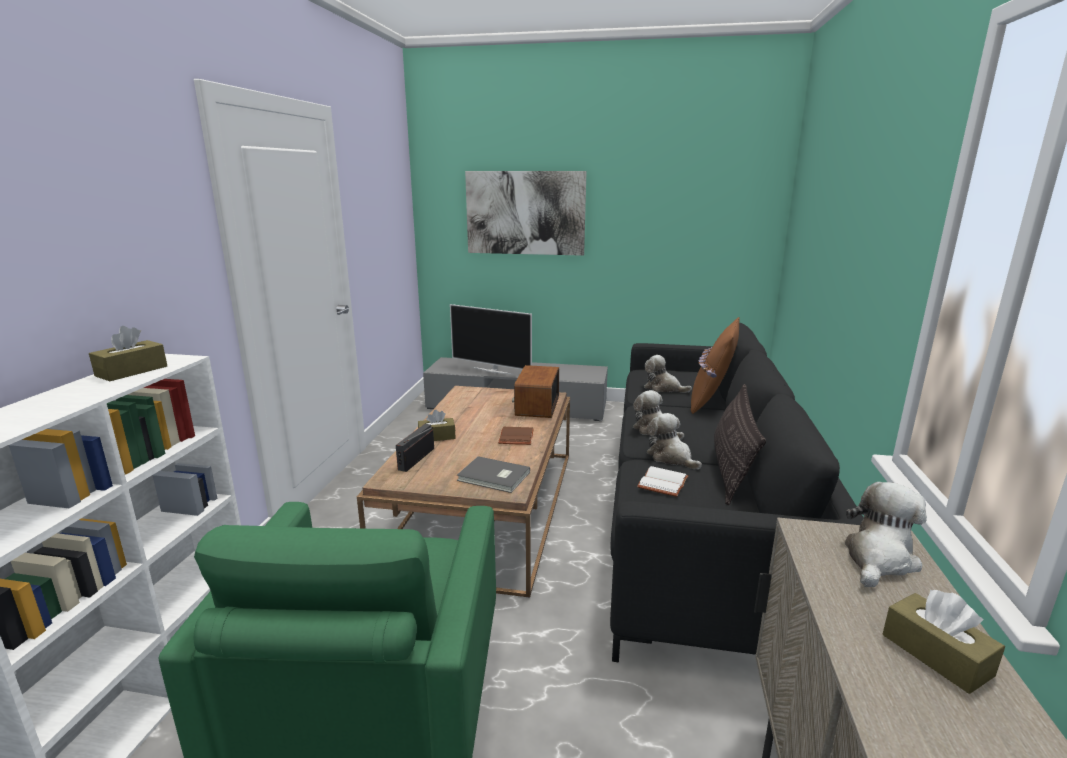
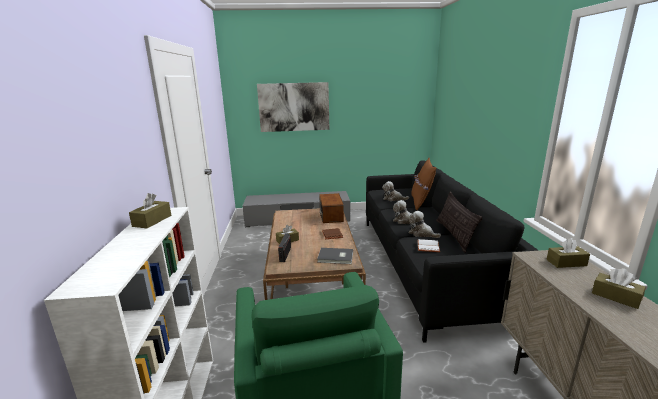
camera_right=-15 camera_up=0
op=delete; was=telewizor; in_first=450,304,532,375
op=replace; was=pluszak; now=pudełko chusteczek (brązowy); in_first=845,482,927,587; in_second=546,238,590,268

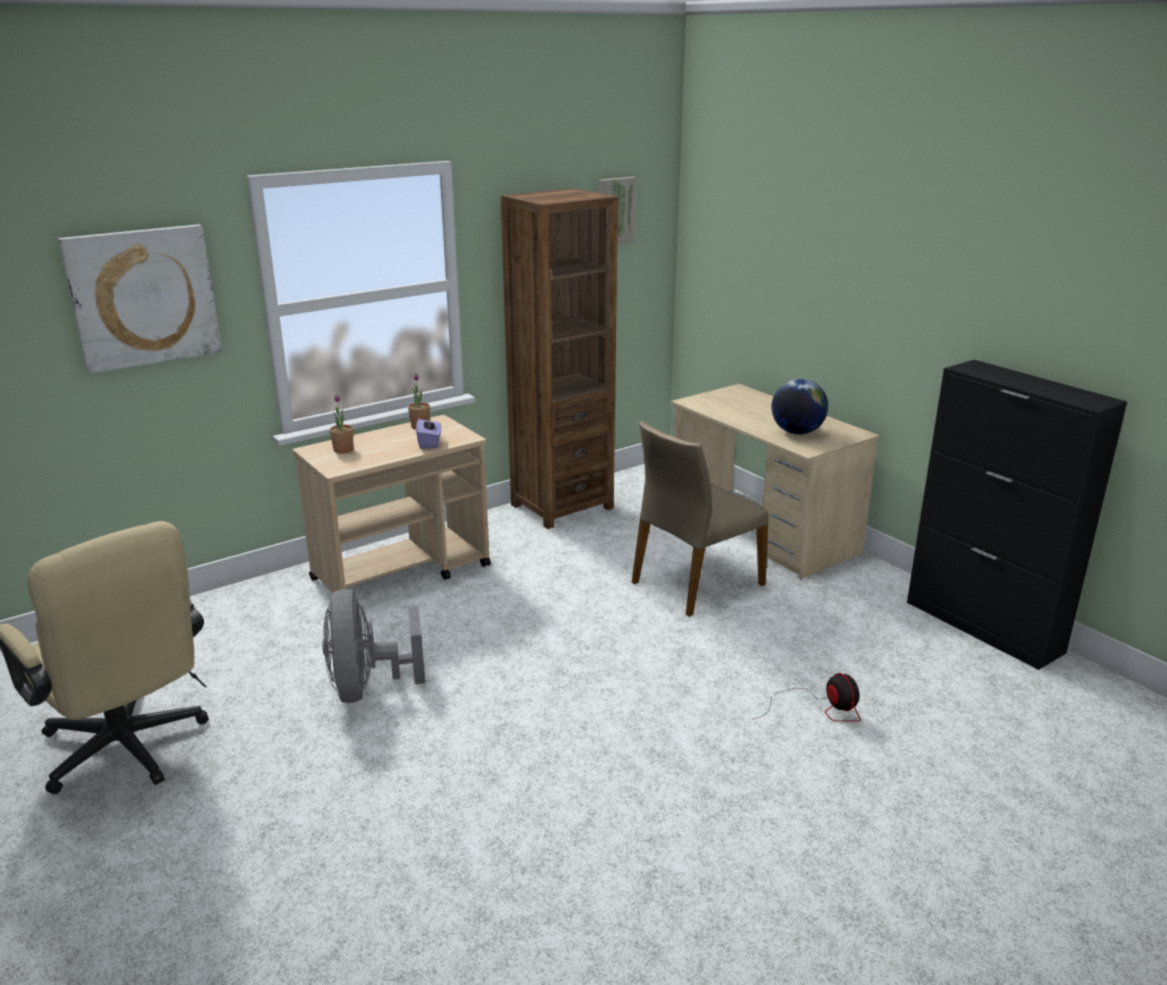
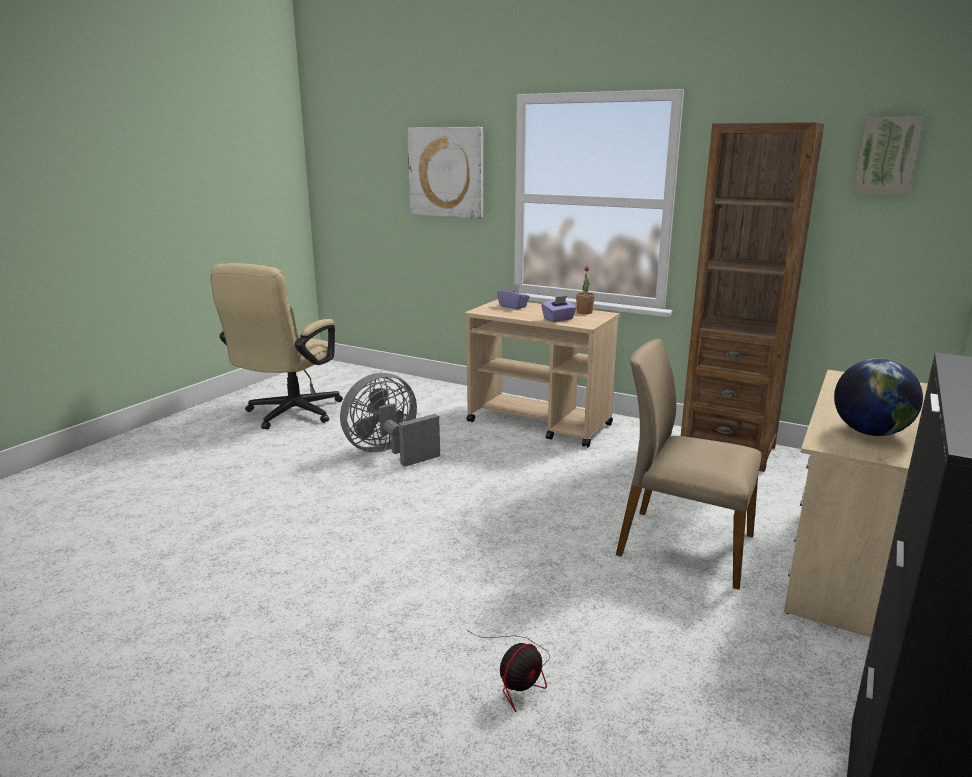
camera_right=65 camera_up=-5
op=replace; was=roślina doniczkowa; now=pudełko chusteczek (fioletowy); in_first=330,395,354,454; in_second=497,284,530,309

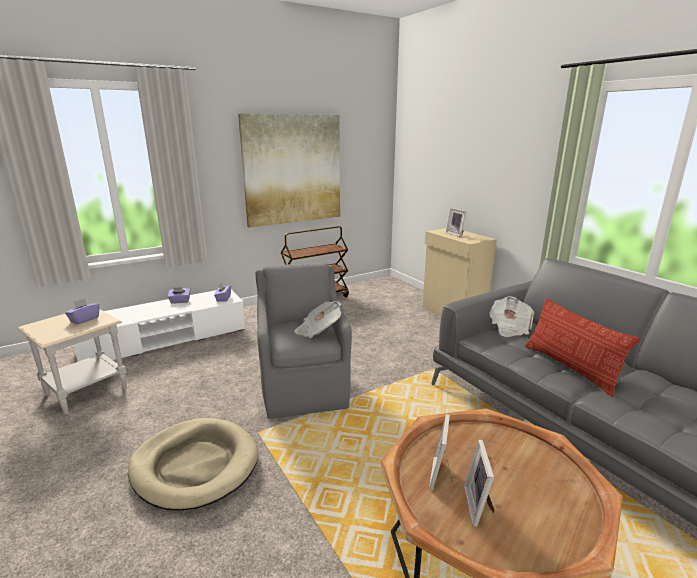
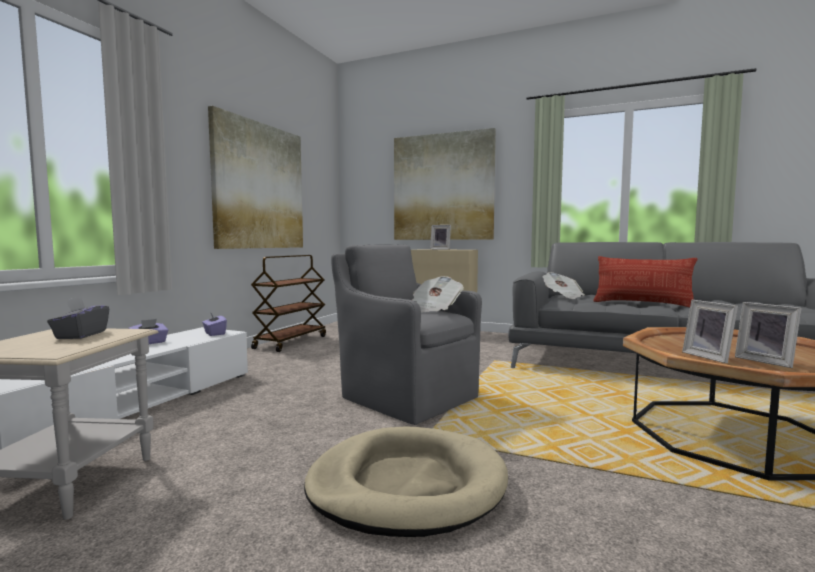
camera_right=-35 camera_up=-15
op=insert; now=obraz; in_second=394,128,496,240
op=recolor; was=pudełko chusteczek (fioletowy); now=pudełko chusteczek (szary); in_first=65,298,100,325; in_second=47,297,109,339

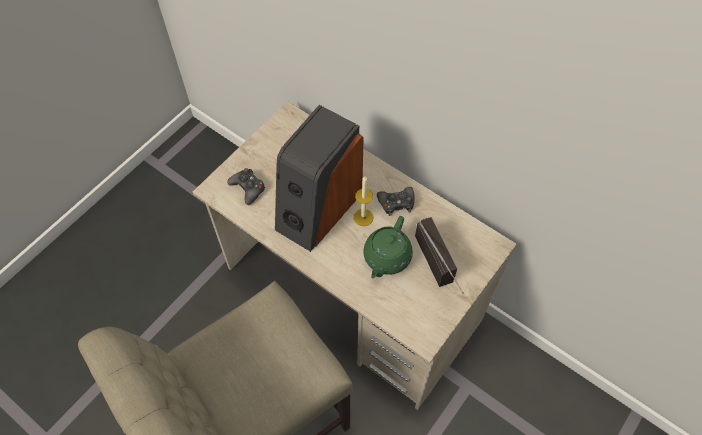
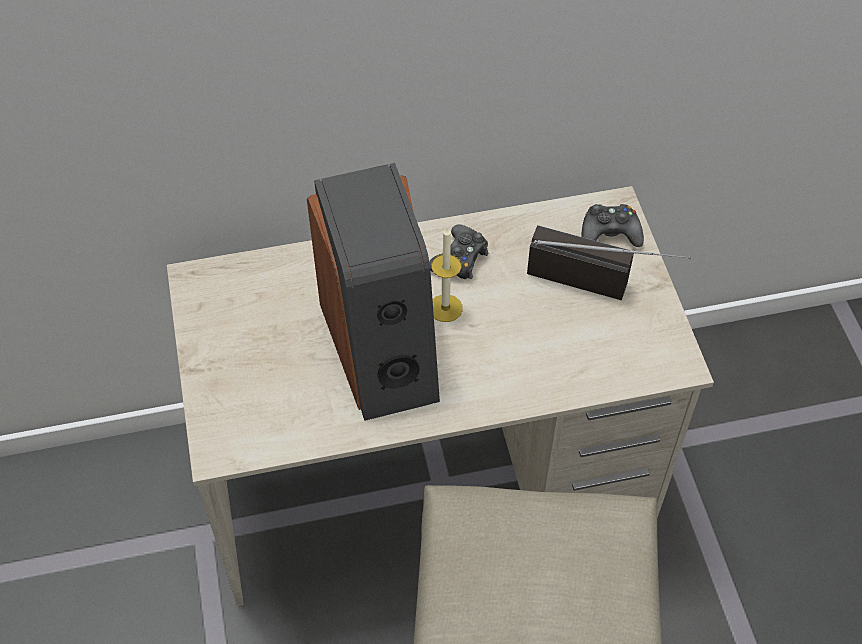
camera_right=-50 camera_up=-5
op=delete; was=imbryk (zielony); in_first=363,216,413,279
op=move; was=pad do gier (czarny); in_first=227,168,265,205; in_second=582,204,644,247

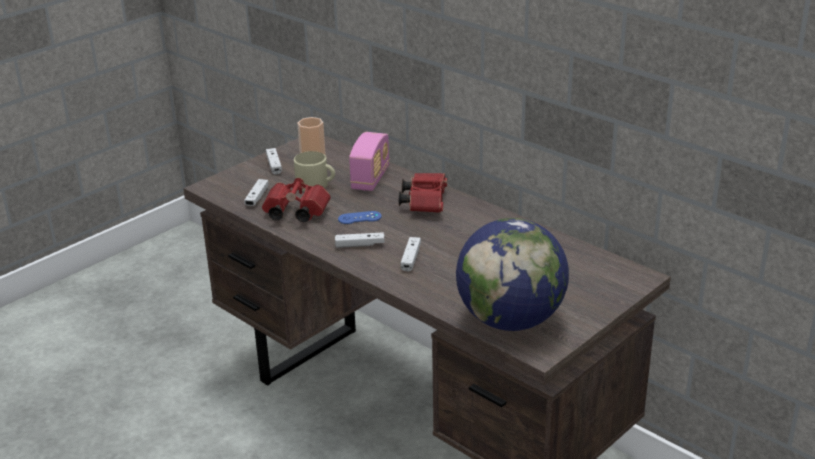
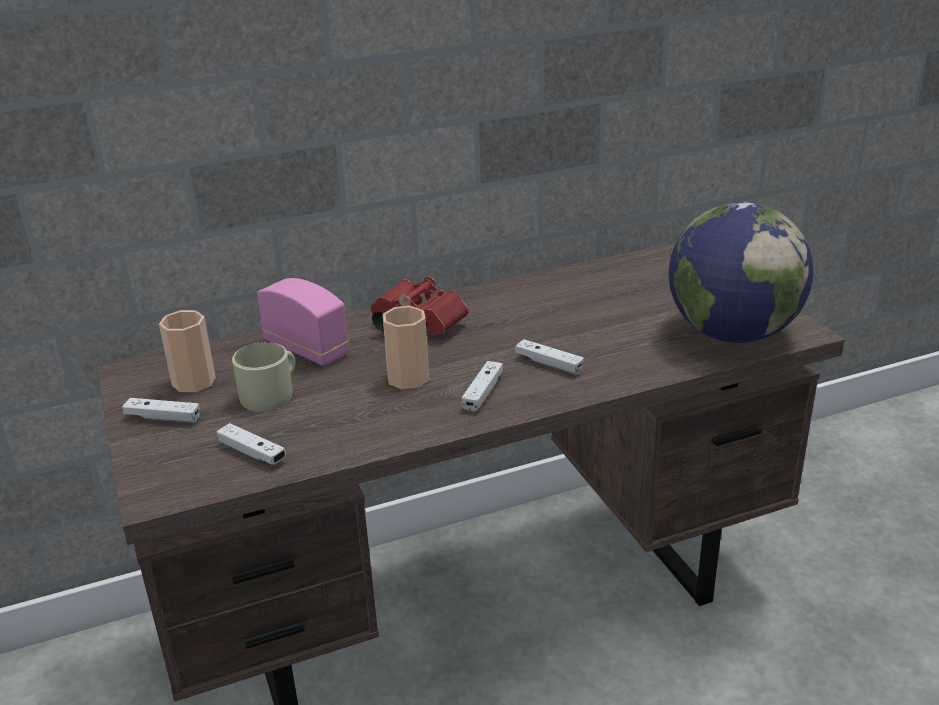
camera_right=-65 camera_up=0
op=delete; was=lornetka (czerwony); in_first=262,178,331,222
op=replace; was=pad do gier (niebieski); now=filiżanka; in_first=338,211,382,224; in_second=383,306,429,389

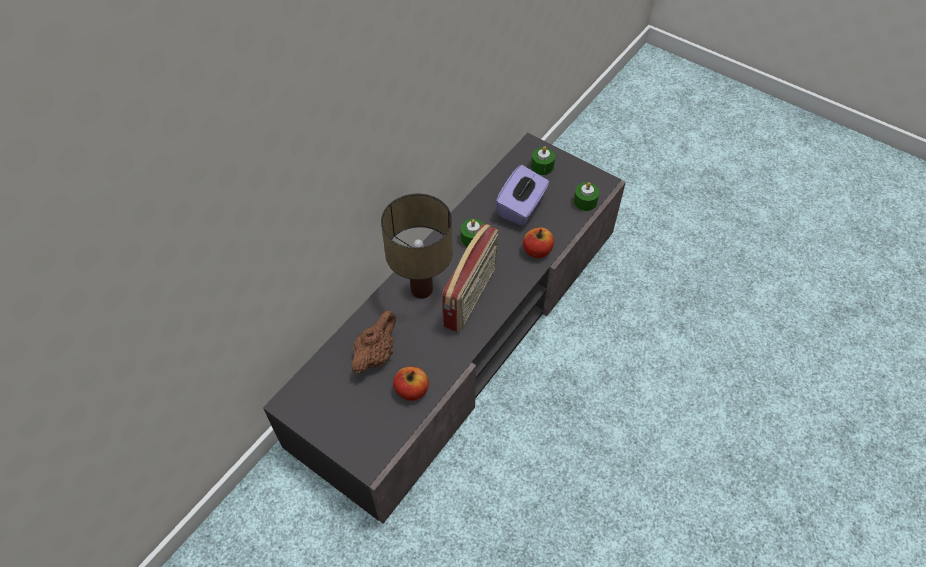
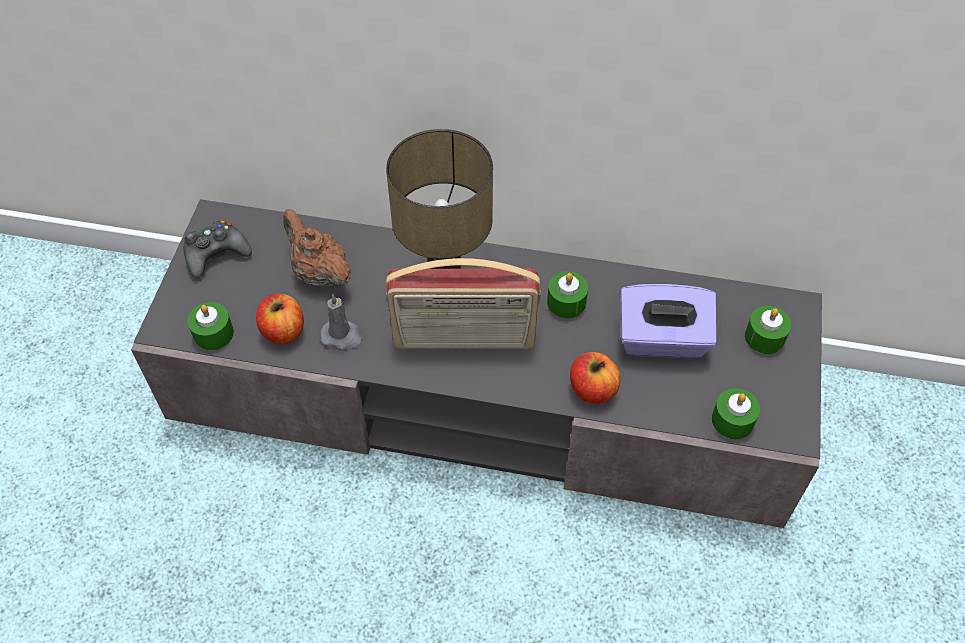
camera_right=65 camera_up=0
op=insert; now=pad do gier (czarny); in_second=183,221,252,278
op=insert; now=świeca (zielony); in_second=188,302,234,350
op=insert; now=świeca (szary); in_second=320,294,363,351
op=rotate; was=imbryk (brązowy); in_first=352,310,396,374; in_second=283,209,351,286; clockwise=-135

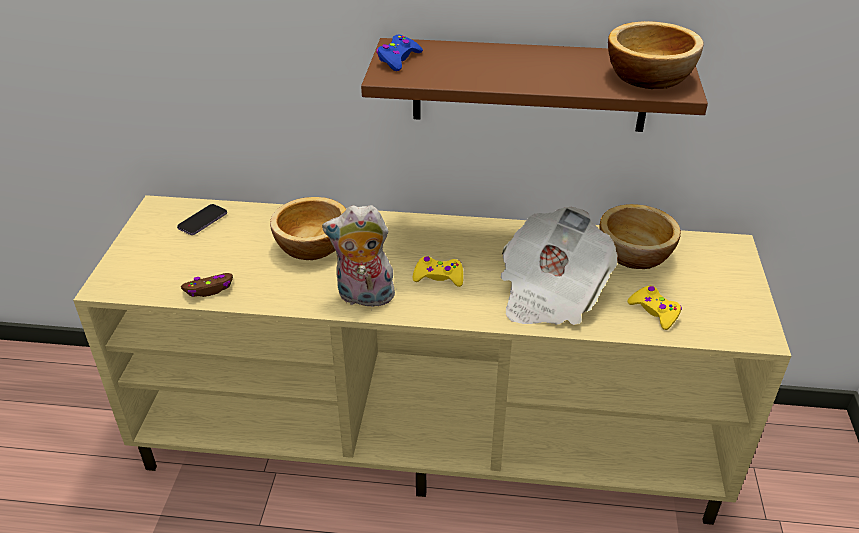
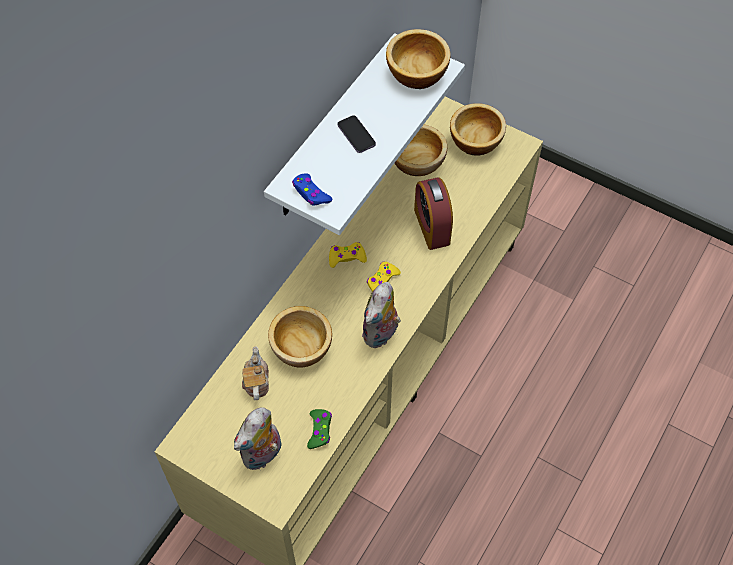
camera_right=-65 camera_up=20
op=insert; now=pluszak; in_second=234,408,281,470
op=insert; now=imbryk; in_second=242,346,269,400
op=insert; now=miska; in_second=450,103,506,156
op=move; was=telefon; in_first=177,204,227,235; in_second=337,115,376,153
op=move; was=pad do gier (żółty); in_first=628,286,682,330; in_second=329,242,367,268
op=replace; was=gazeta; now=budzik; in_first=500,207,618,325; in_second=414,177,453,250
op=recolor; was=pad do gier (brązowy); now=pad do gier (zielony); in_first=181,273,233,297; in_second=307,409,332,449
op=recolor; was=półka (brązowy); now=półka (biały); in_first=361,38,708,132; in_second=264,33,465,235

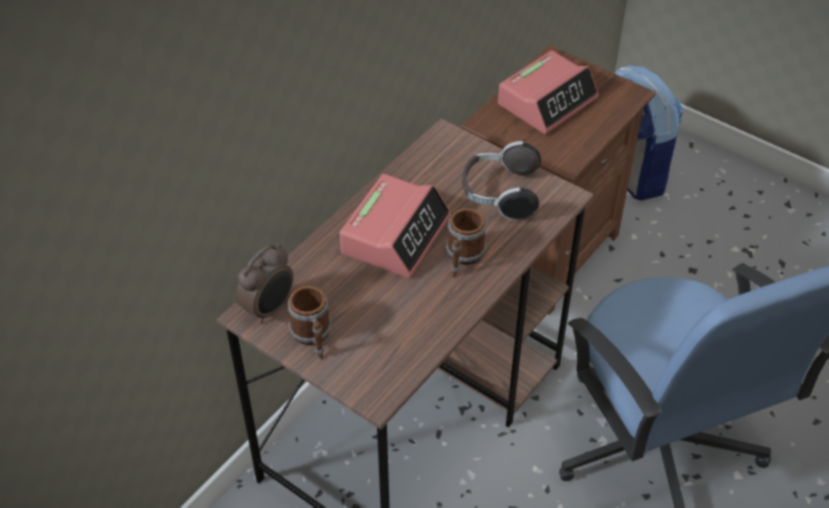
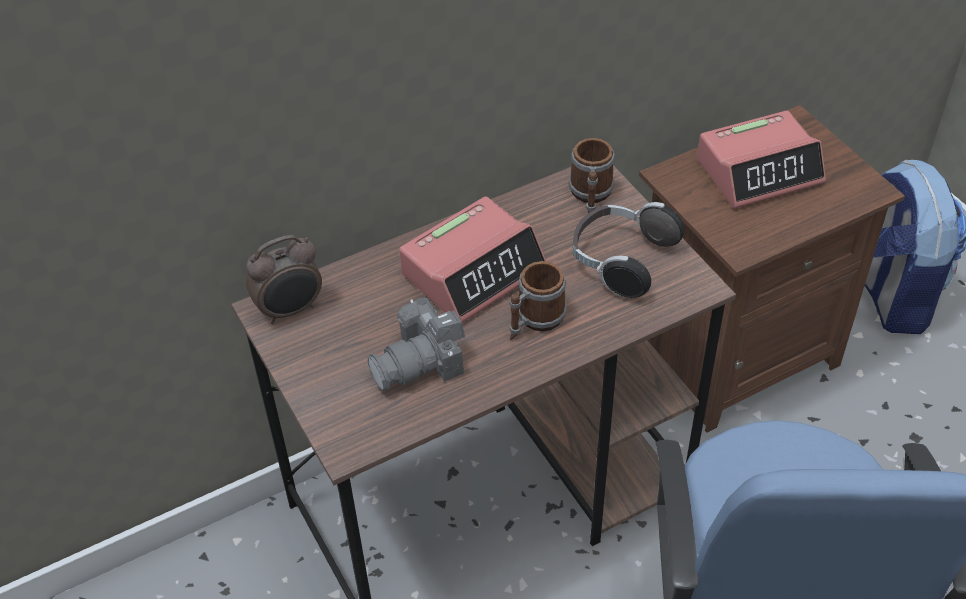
camera_right=25 camera_up=0
op=insert; now=aparat fotograficzny; in_second=368,298,465,391
op=move; was=kubek; in_first=288,286,332,359; in_second=569,138,615,213

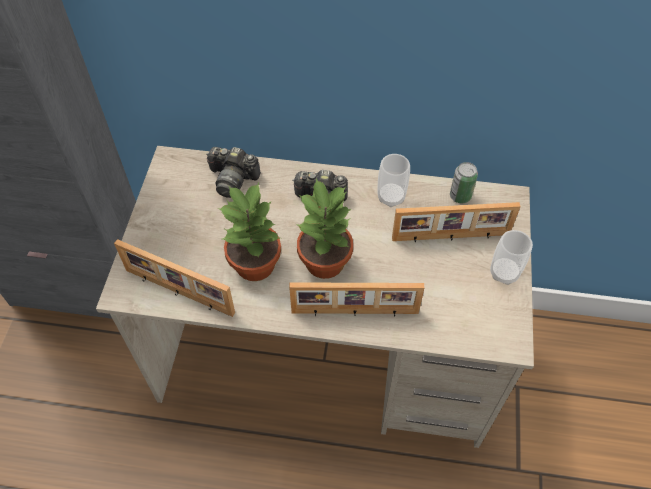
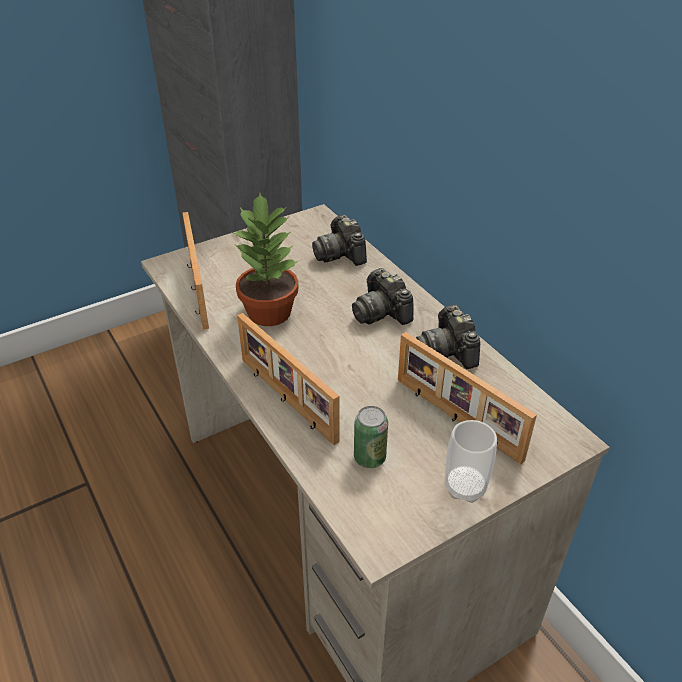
camera_right=50 camera_up=-15
op=delete; was=roślina doniczkowa; in_first=296,178,353,279
op=move; was=puszka; in_first=450,162,478,203; in_second=354,406,388,468
op=replace; was=filiżanka; now=aparat fotograficzny; in_first=377,154,410,207; in_second=416,305,480,369

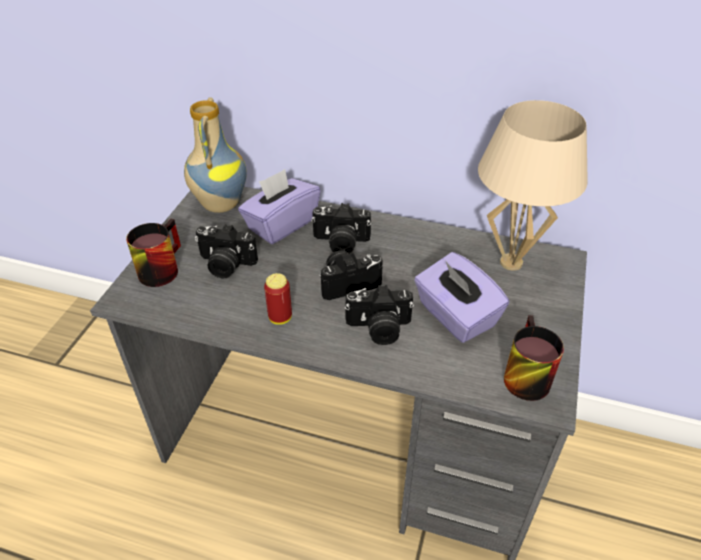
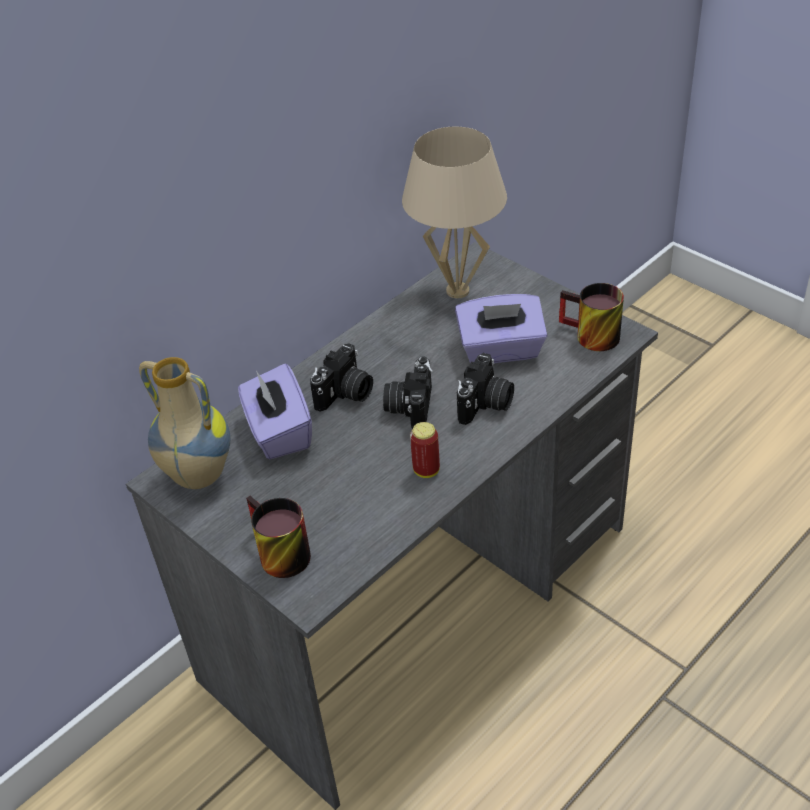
camera_right=-60 camera_up=0
op=delete; was=aparat fotograficzny; in_first=195,224,258,278

